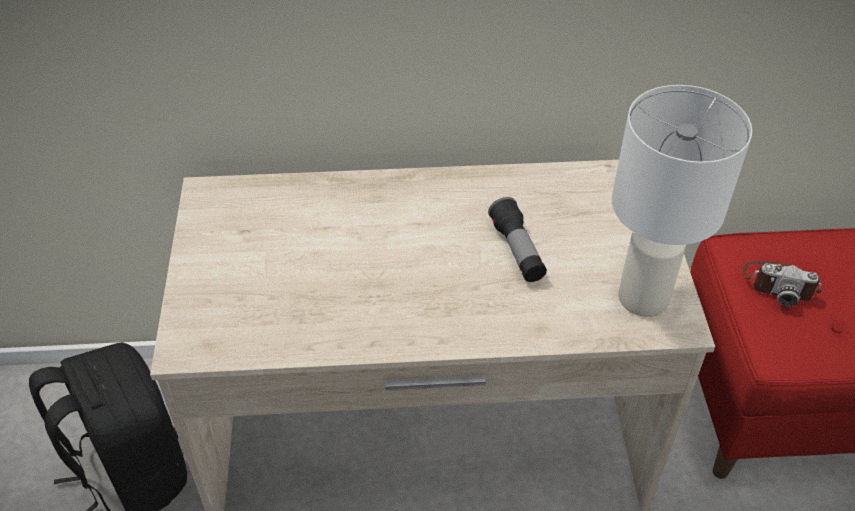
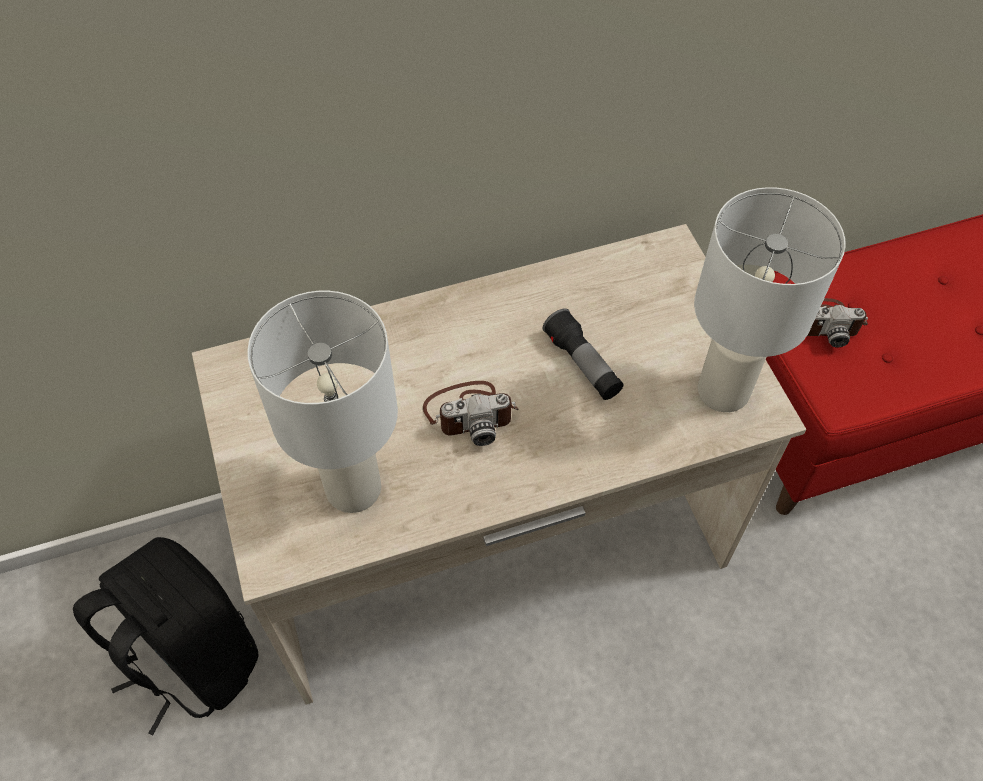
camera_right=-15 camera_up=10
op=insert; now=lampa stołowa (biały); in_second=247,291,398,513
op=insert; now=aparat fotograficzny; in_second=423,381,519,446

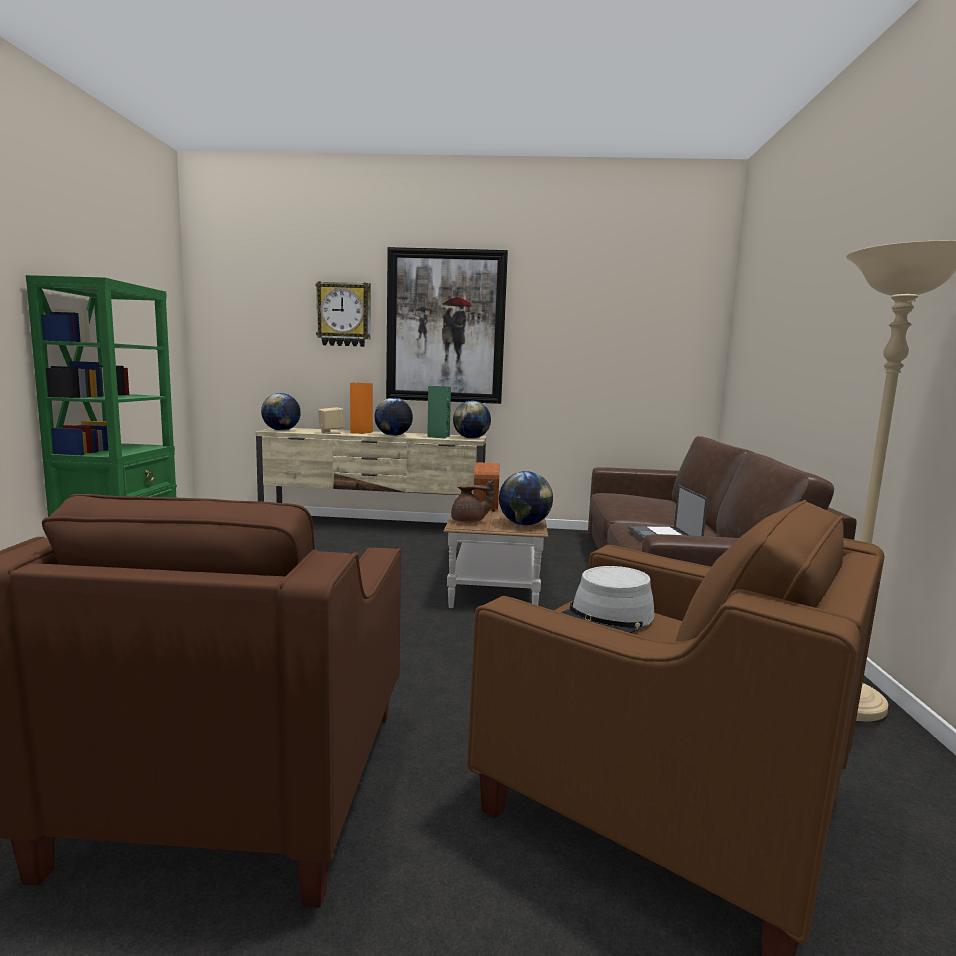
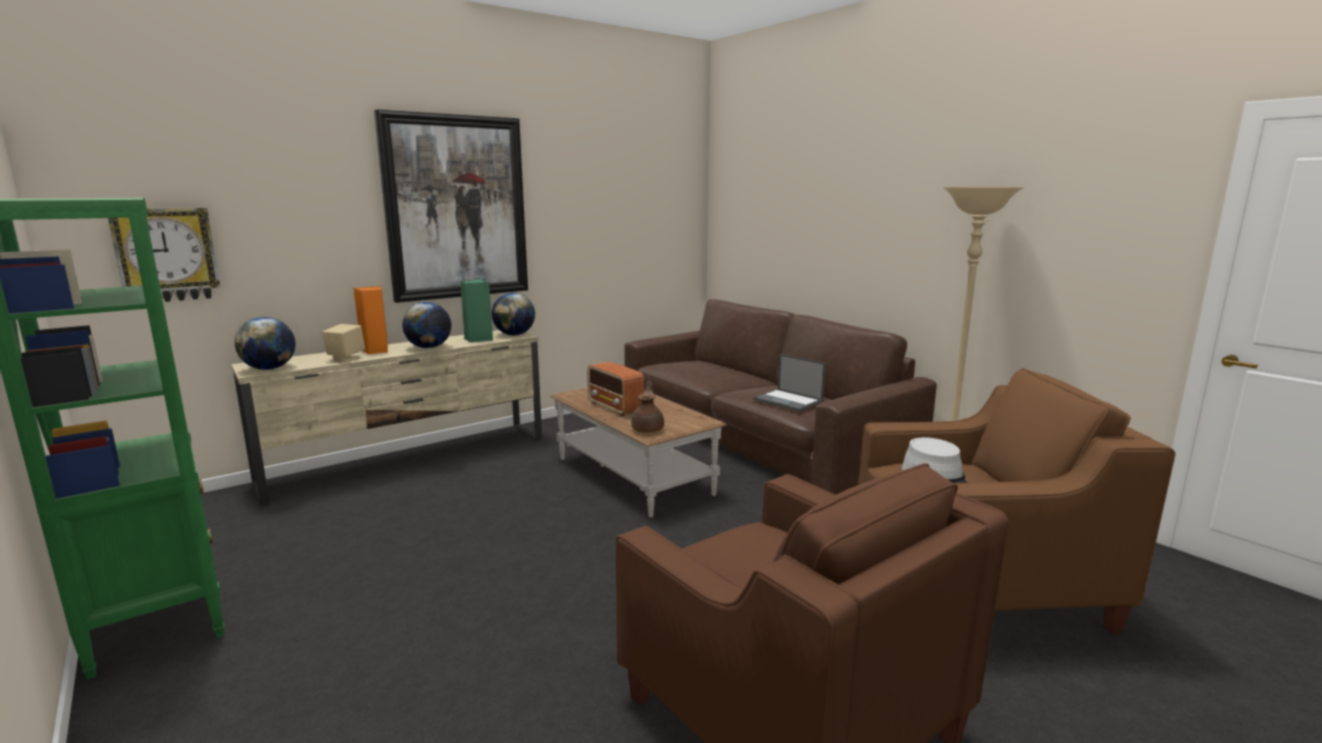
camera_right=-40 camera_up=5
op=delete; was=globus; in_first=499,471,553,525
op=move; was=zegar ścienny; in_first=315,281,371,347; in_second=108,208,220,302
op=rotate; was=imbryk (brązowy); in_first=451,478,494,523; in_second=631,381,664,433; clockwise=-45

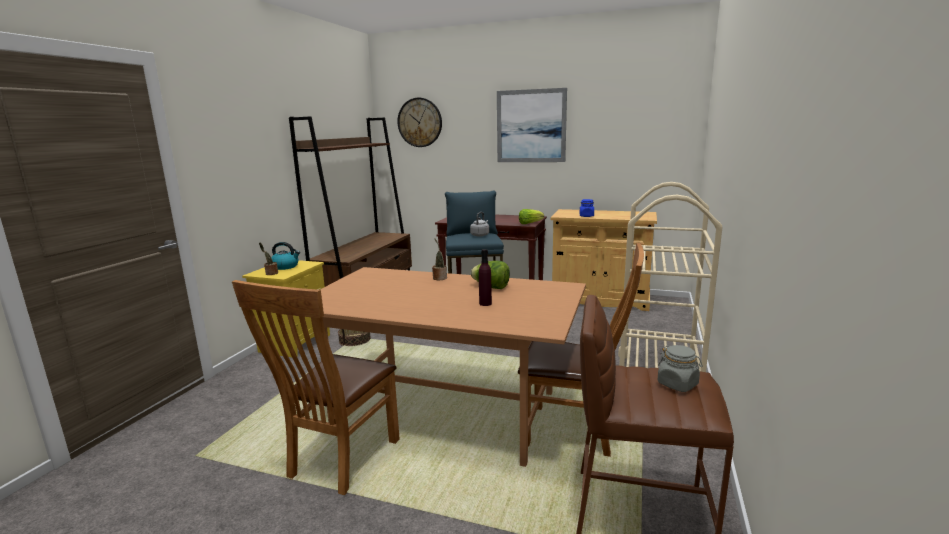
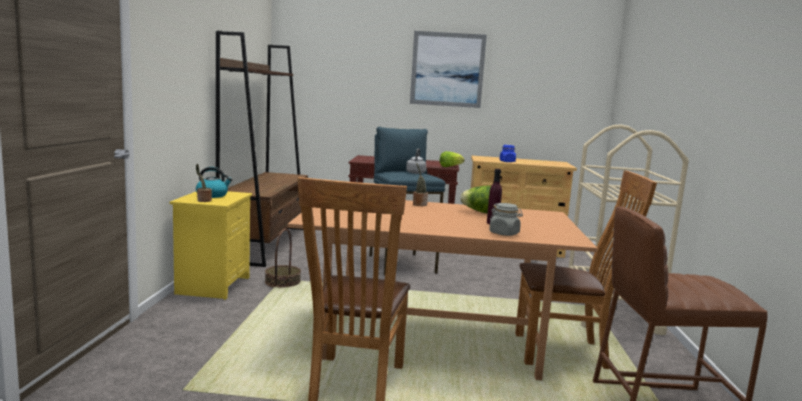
camera_right=-15 camera_up=-5
op=delete; was=zegar ścienny; in_first=397,98,442,147
op=move; was=słoik (szary); in_first=658,345,703,392; in_second=489,203,523,236

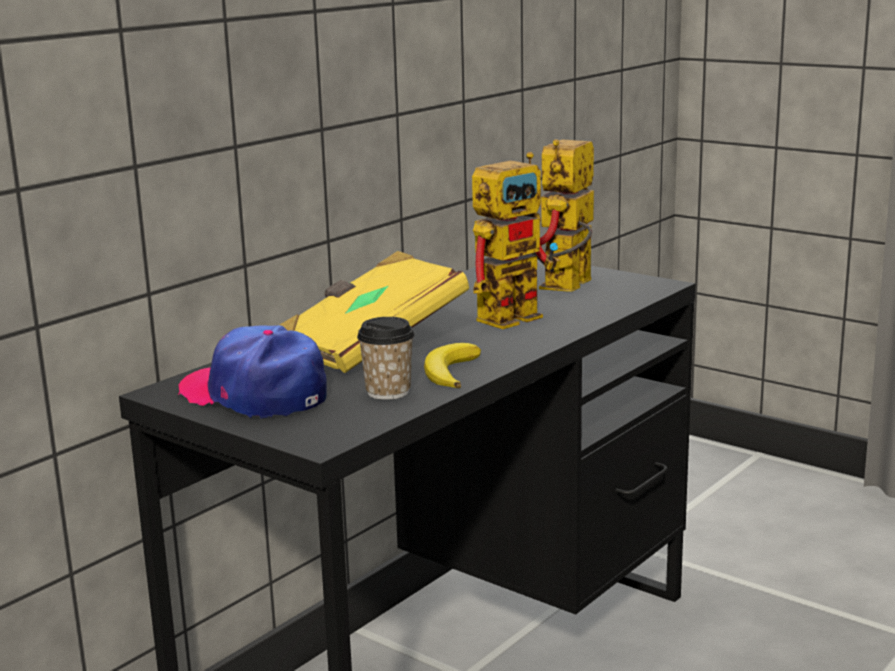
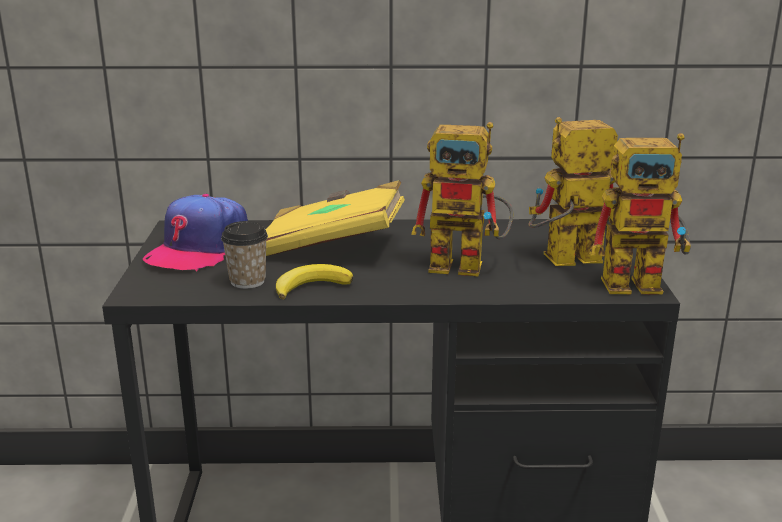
camera_right=50 camera_up=5
op=insert; now=robot zabawkowy; in_second=589,133,691,294
op=rotate; was=czapka z daszkiem; in_first=178,325,327,419; in_second=143,194,248,272; clockwise=-150

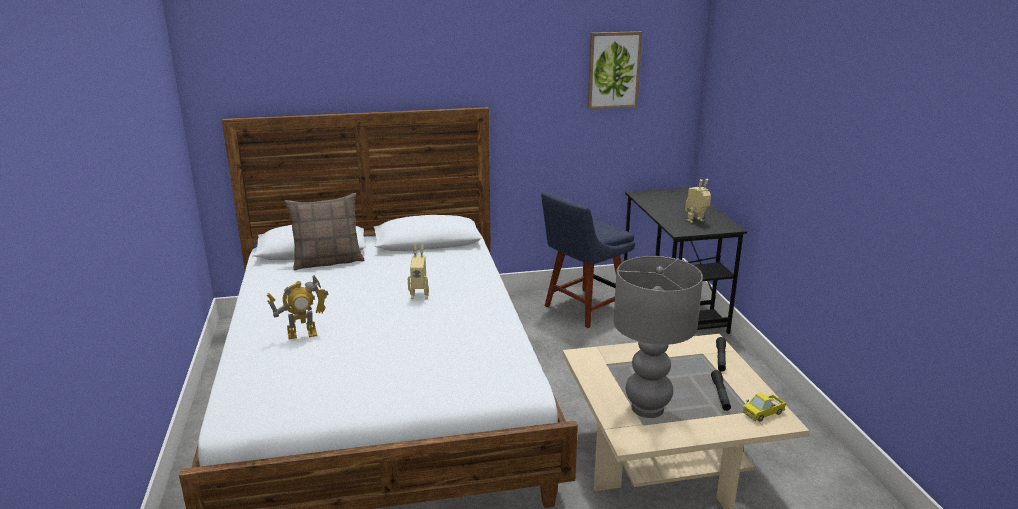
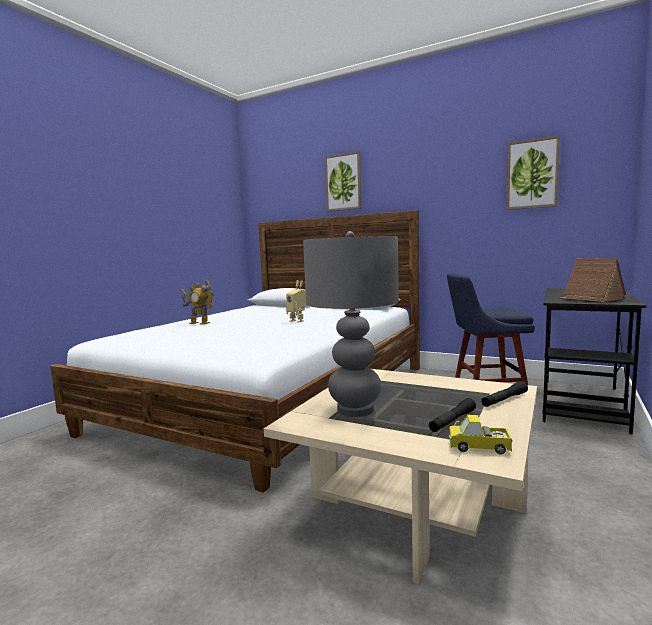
camera_right=40 camera_up=-15
op=delete; was=poduszka; in_first=284,193,365,271
op=insert; now=obraz; in_second=325,151,362,211
op=replace; was=robot zabawkowy; now=domek; in_first=685,179,711,223; in_second=559,258,626,302

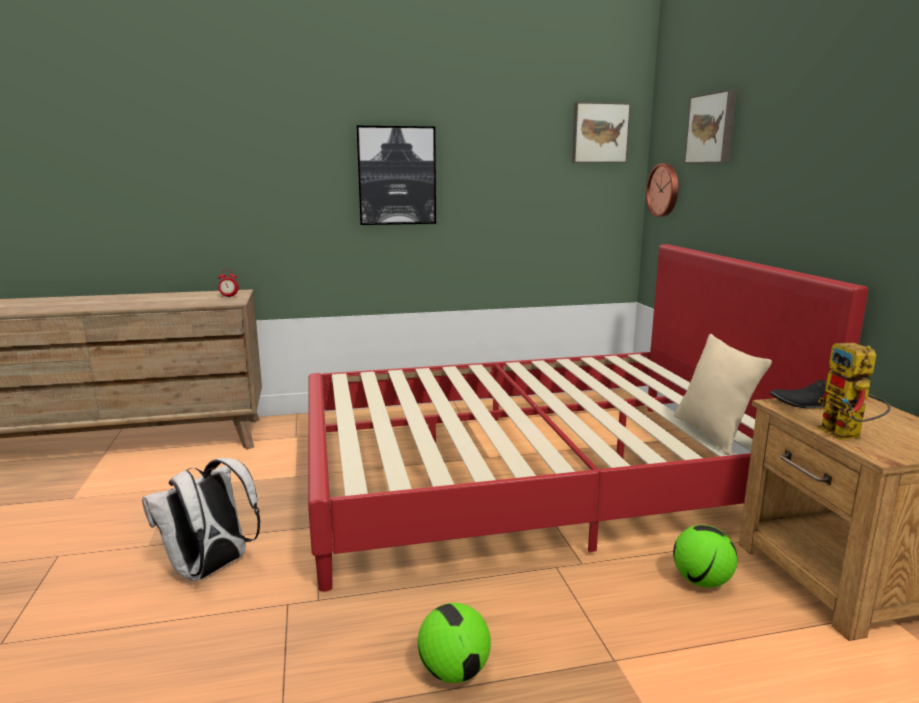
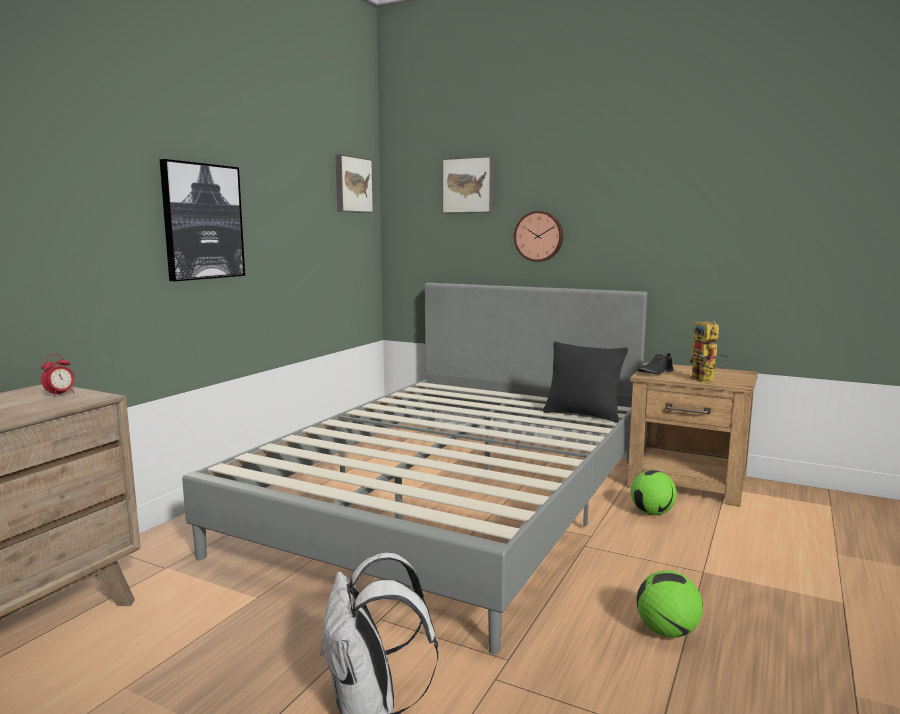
camera_right=-50 camera_up=-5
op=move; was=zegar ścienny; in_first=646,164,679,217; in_second=514,211,563,262
op=recolor; was=łóżko (czerwony); now=łóżko (szary); in_first=308,244,868,592; in_second=182,283,648,654
op=recolor; was=poduszka (beżowy); now=poduszka (czarny); in_first=674,334,772,455; in_second=543,342,628,423
op=rotate; was=robot zabawkowy; in_first=817,343,891,440; in_second=689,321,730,383; clockwise=45

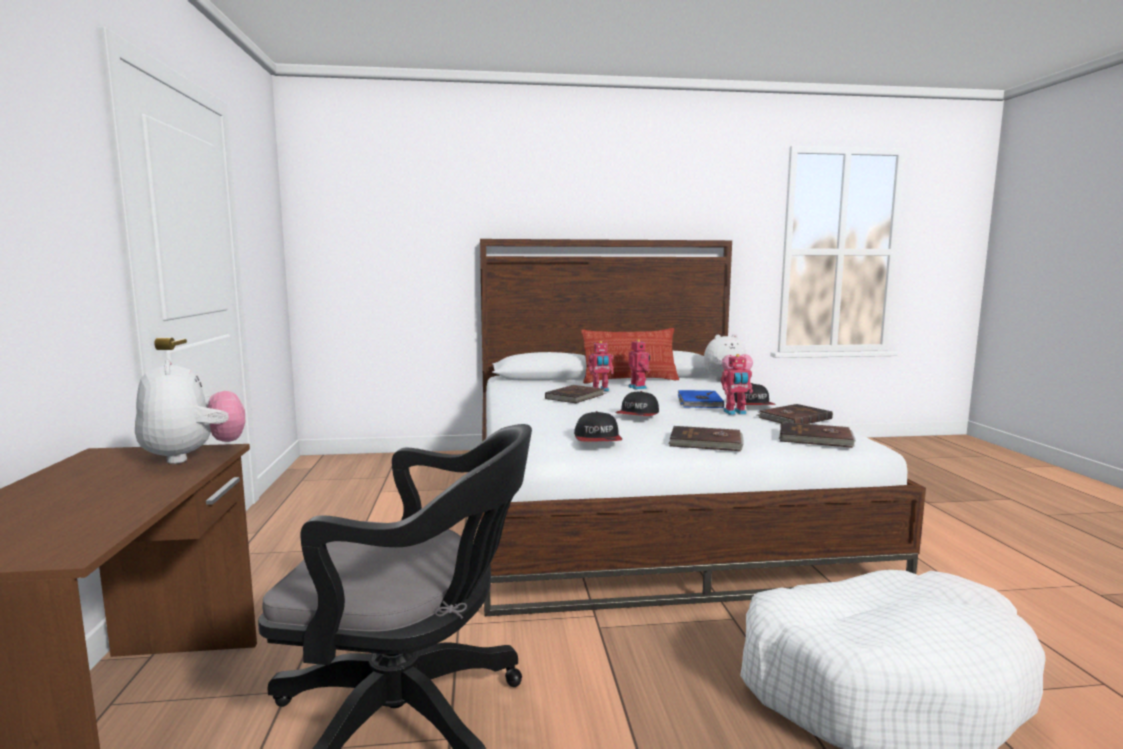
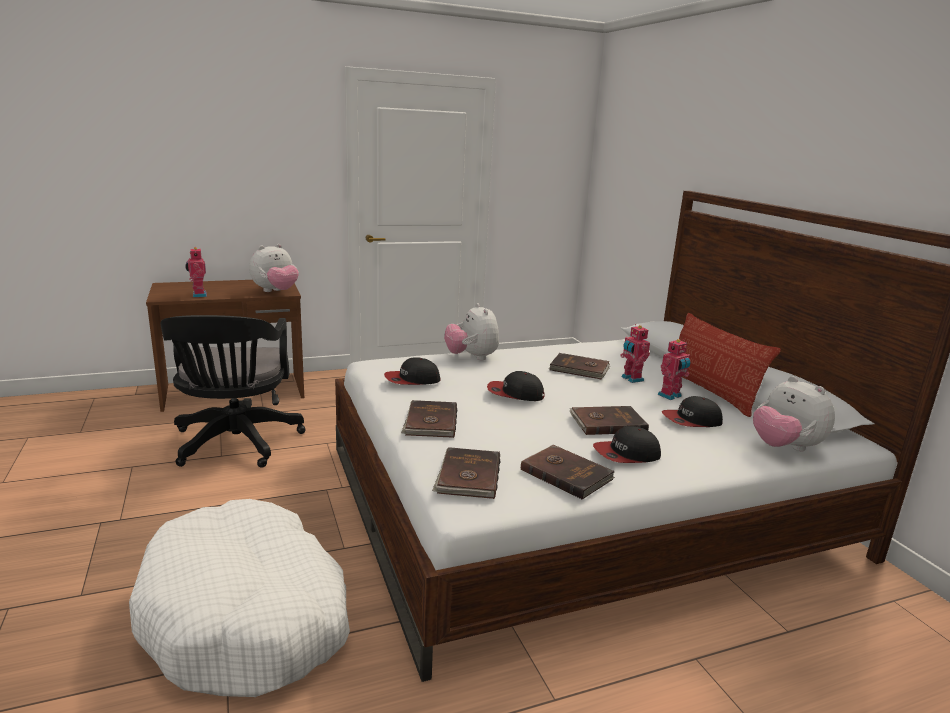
camera_right=75 camera_up=10
op=insert; now=pluszak; in_second=444,303,499,361
op=insert; now=czapka z daszkiem; in_second=662,396,723,427
op=move; was=robot zabawkowy; in_first=721,354,753,415; in_second=185,247,207,297
op=recolor; was=książka (niebieski); now=książka (brązowy); in_first=678,390,724,408; in_second=570,406,649,435

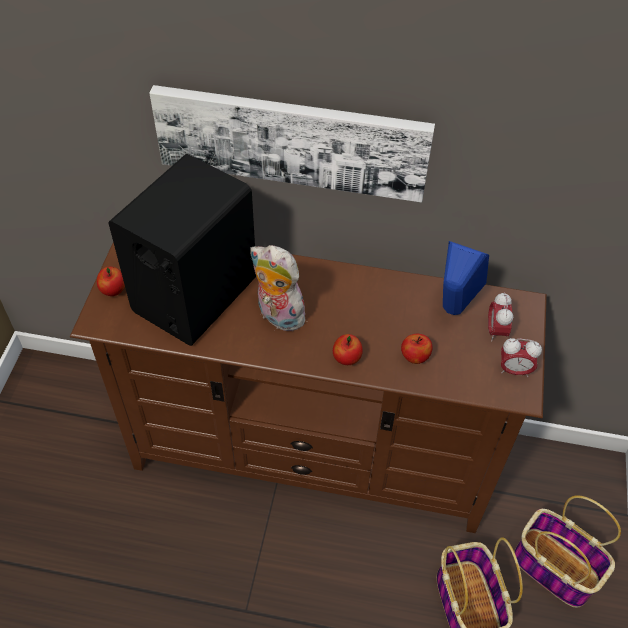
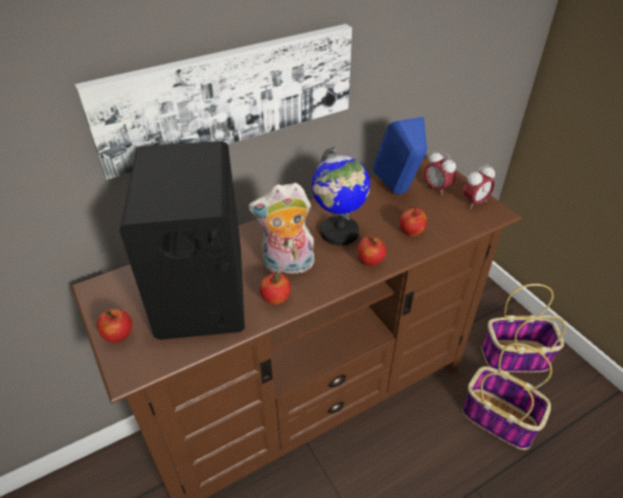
camera_right=-40 camera_up=-10
op=insert; now=jabłko; in_second=259,273,291,305
op=insert; now=globus; in_second=312,146,370,245

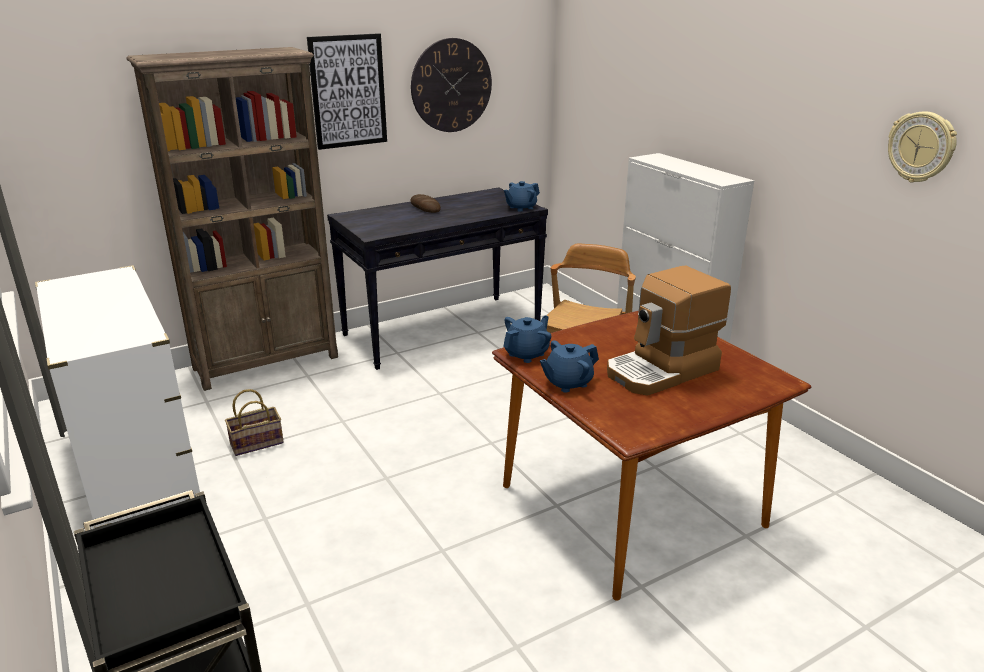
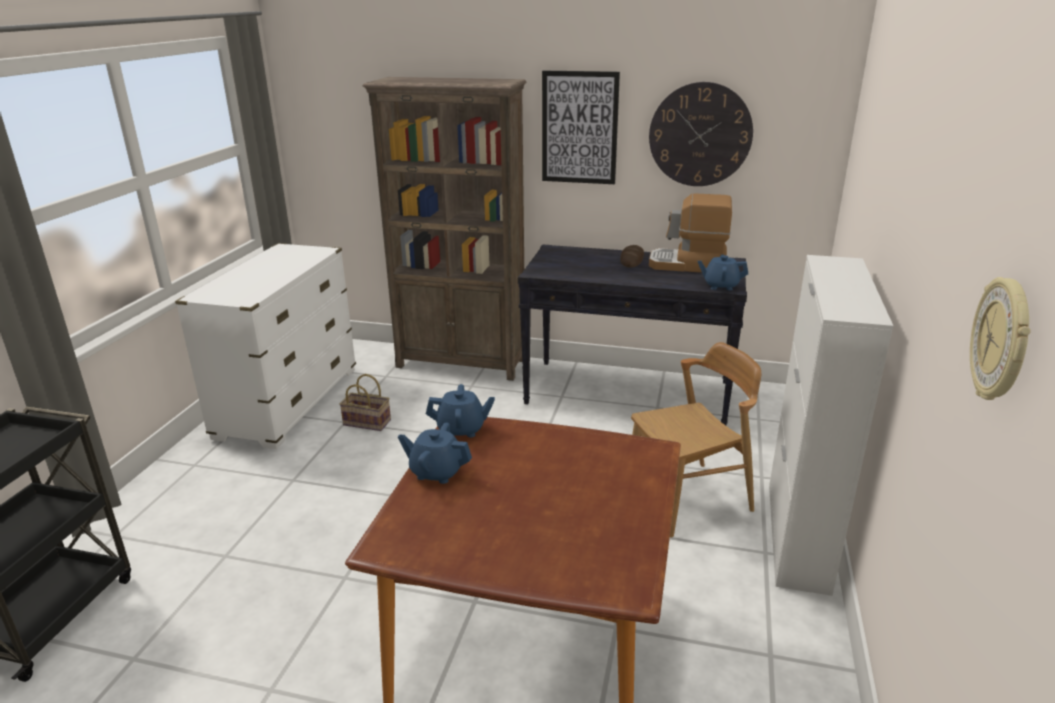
camera_right=45 camera_up=0
op=move; was=ekspres do kawy; in_first=607,265,731,396; in_second=649,193,732,273

